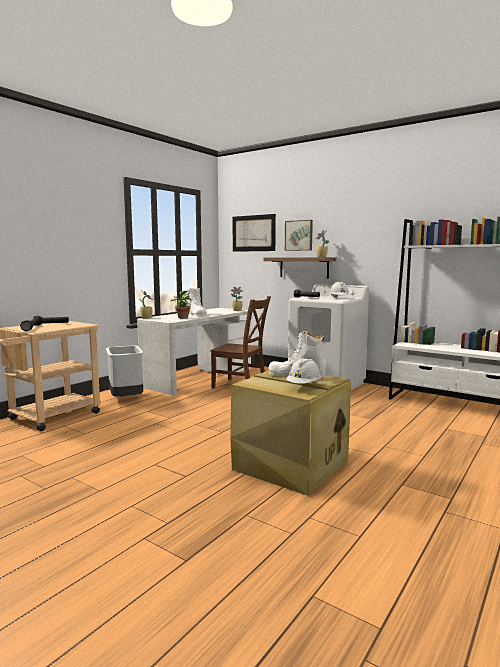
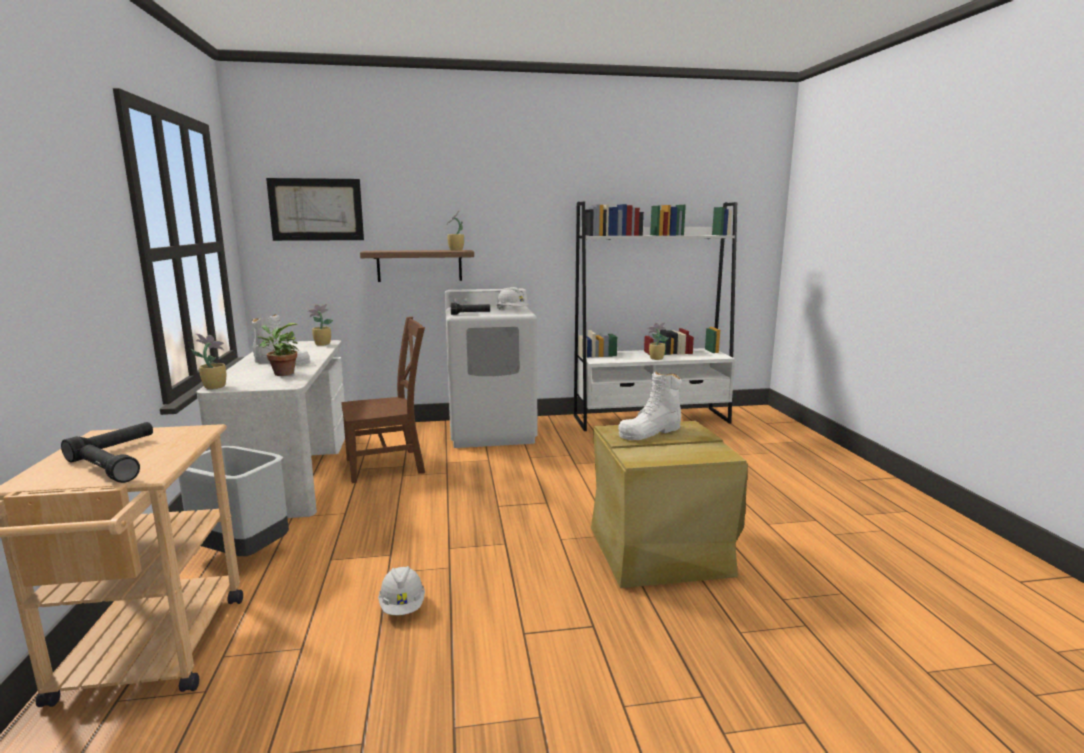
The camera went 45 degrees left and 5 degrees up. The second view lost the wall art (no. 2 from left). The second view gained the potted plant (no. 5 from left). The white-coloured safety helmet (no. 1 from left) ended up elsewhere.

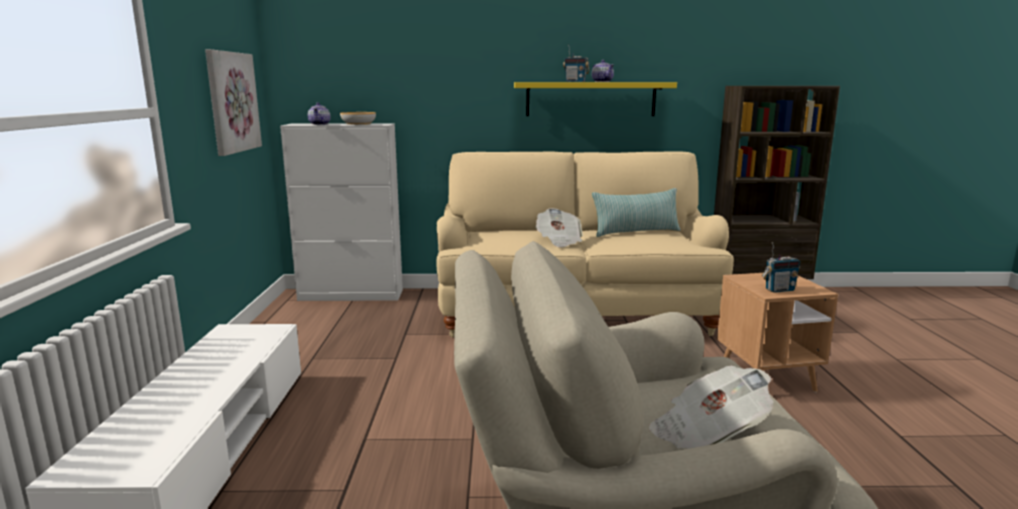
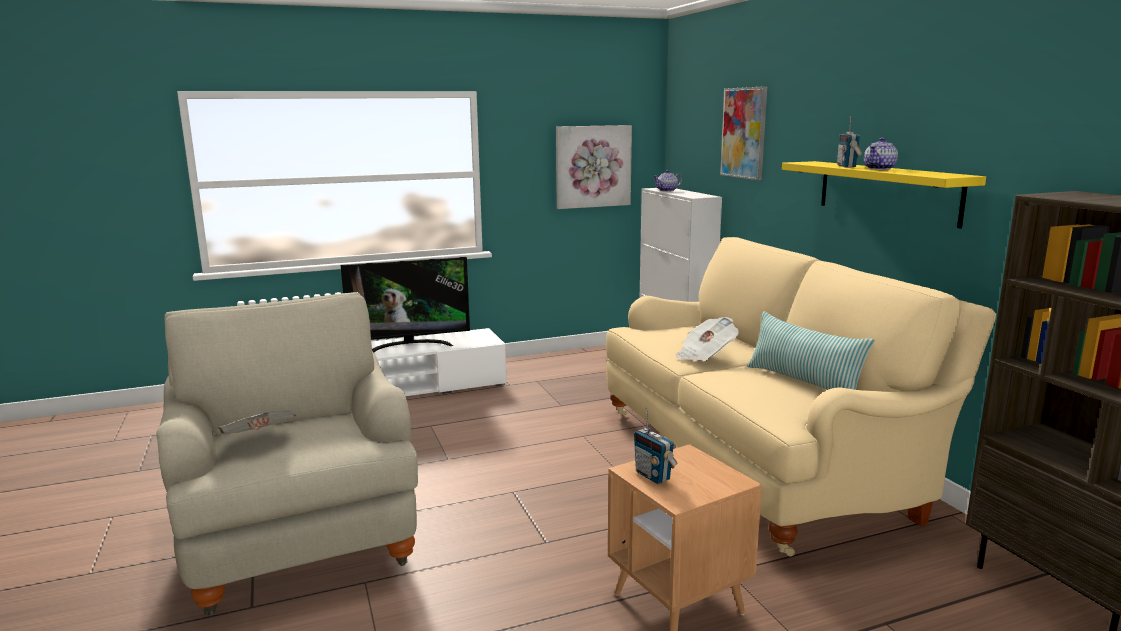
The camera went 70 degrees right and 0 degrees up. The second view lost the serving bowl. The second view gained the TV set. The second view gained the wall art (no. 2 from left).

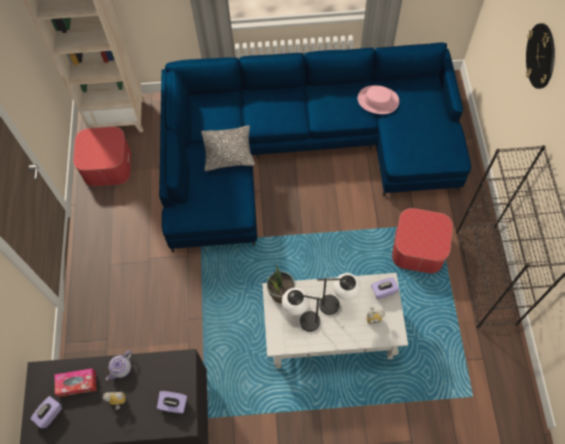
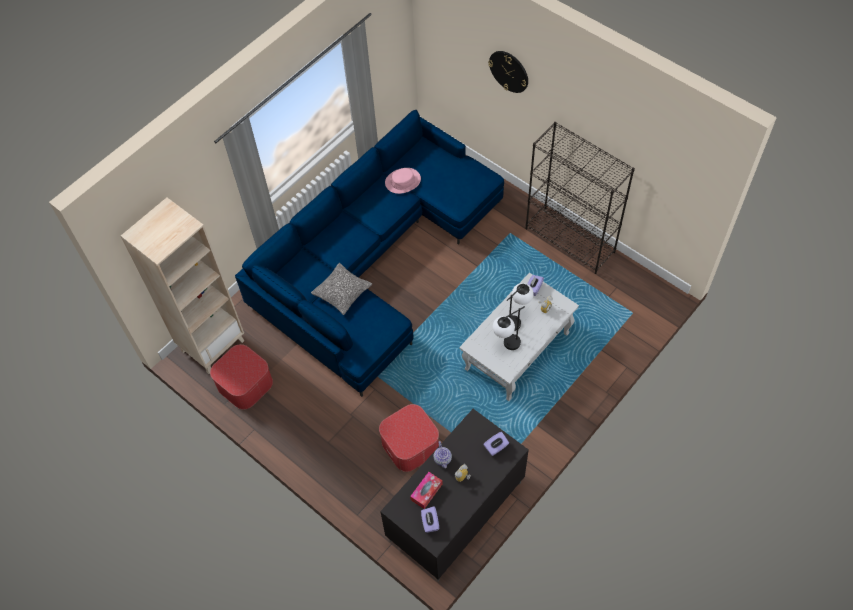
The camera went 45 degrees left and 5 degrees down. The second view lost the potted plant. The pouffe (no. 2 from left) ended up elsewhere.

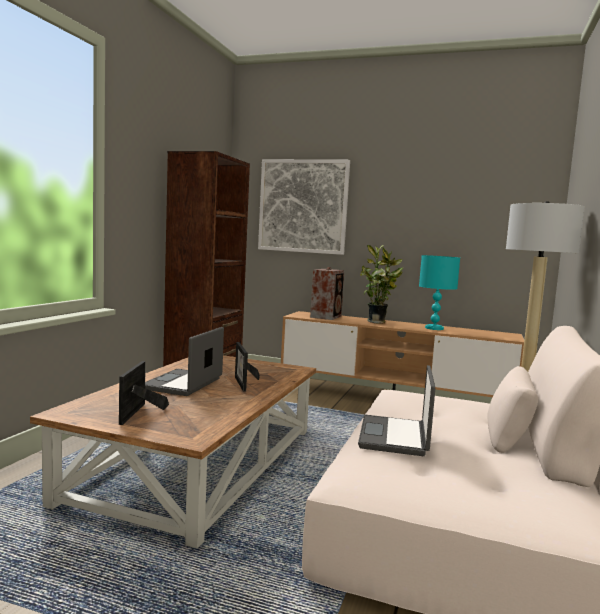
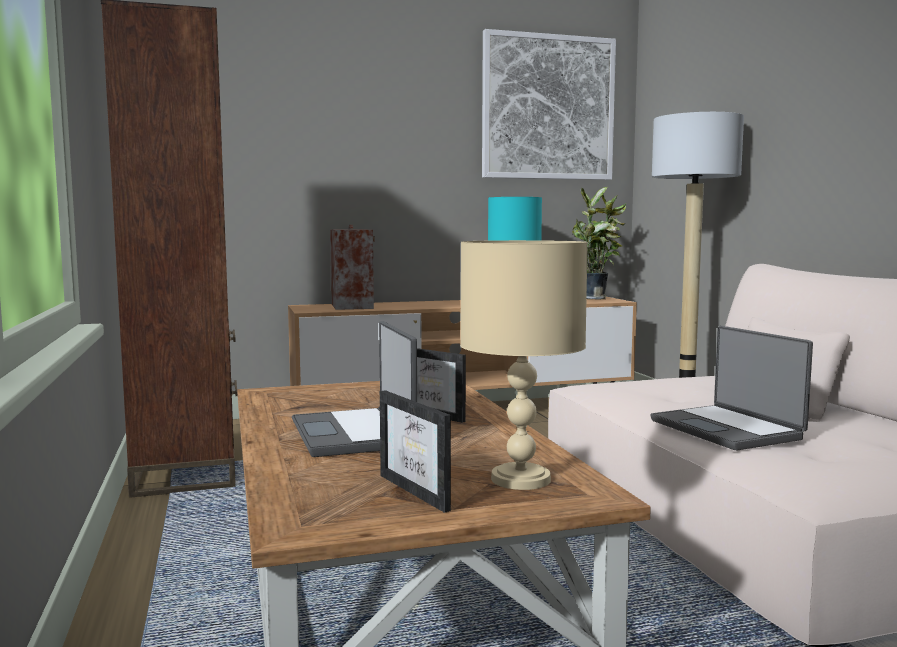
The camera went 35 degrees left and 0 degrees up. The second view gained the sand-coloured tabletop lamp. The wall art ended up elsewhere. The potted plant ended up elsewhere.

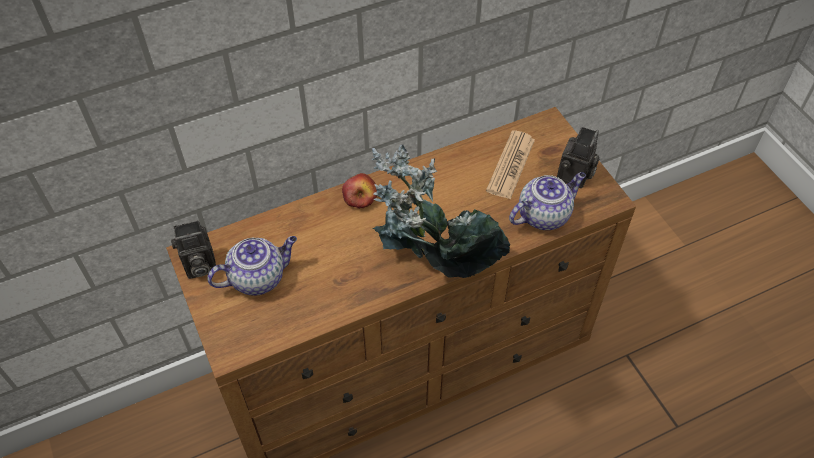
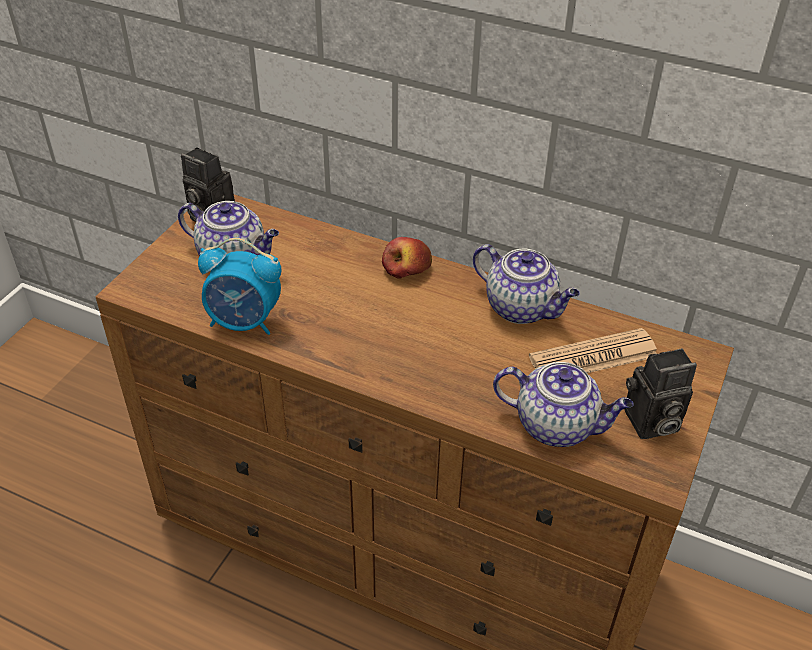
The camera went 50 degrees right and 10 degrees down. The second view lost the potted plant. The second view gained the alarm clock. The second view gained the pot for tea (no. 2 from left).

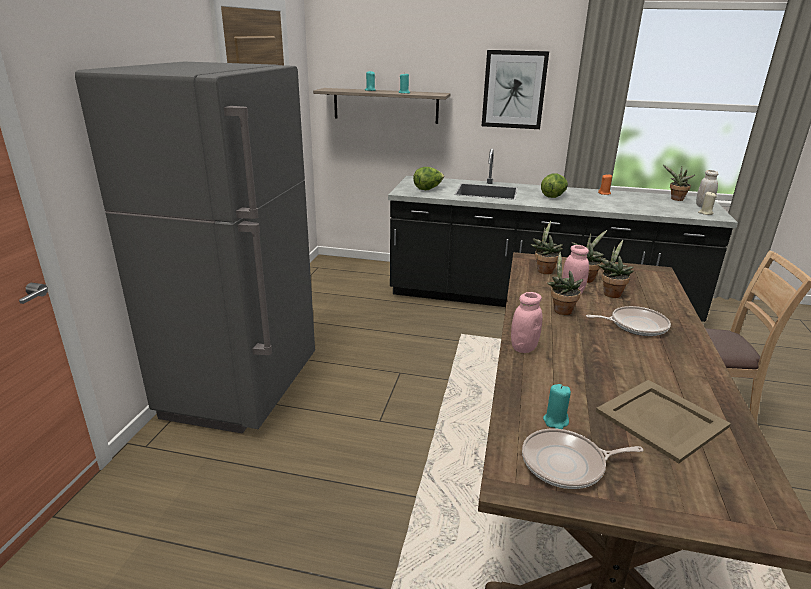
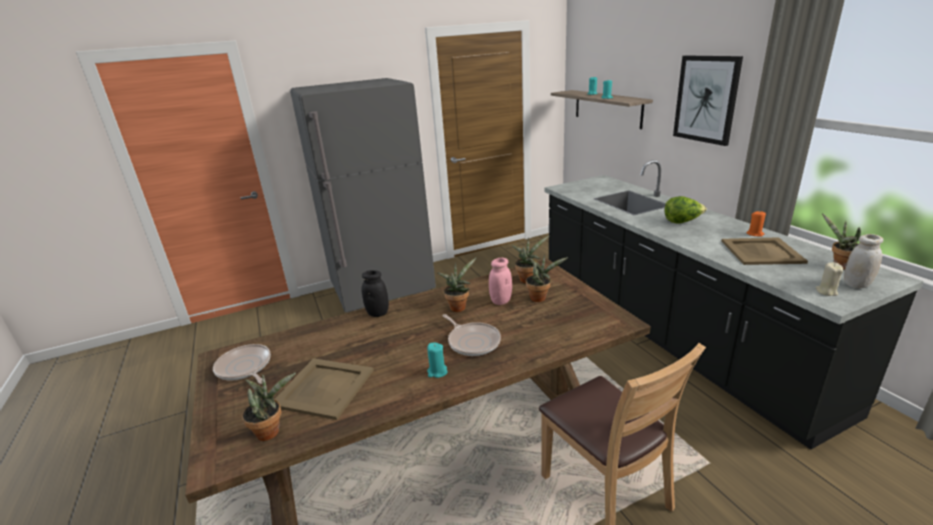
The camera went 55 degrees right and 0 degrees up. The second view lost the lettuce (no. 1 from left). The second view gained the sand-coloured carrying tray (no. 2 from left). The turquoise-coloured wax candle (no. 3 from left in the first image) ended up elsewhere. The potted plant (no. 4 from left in the first image) ended up elsewhere. What was the pink jar (no. 1 from left) turned into the black jar.

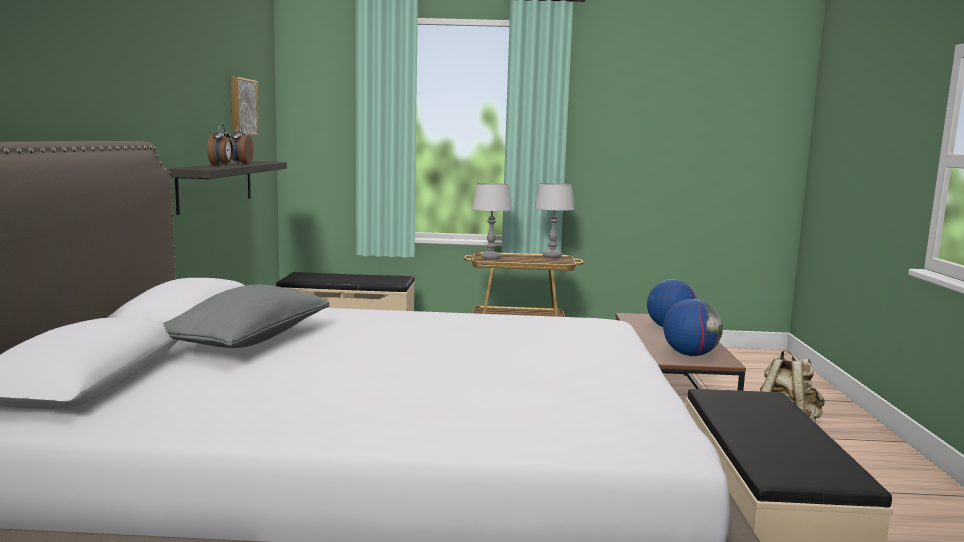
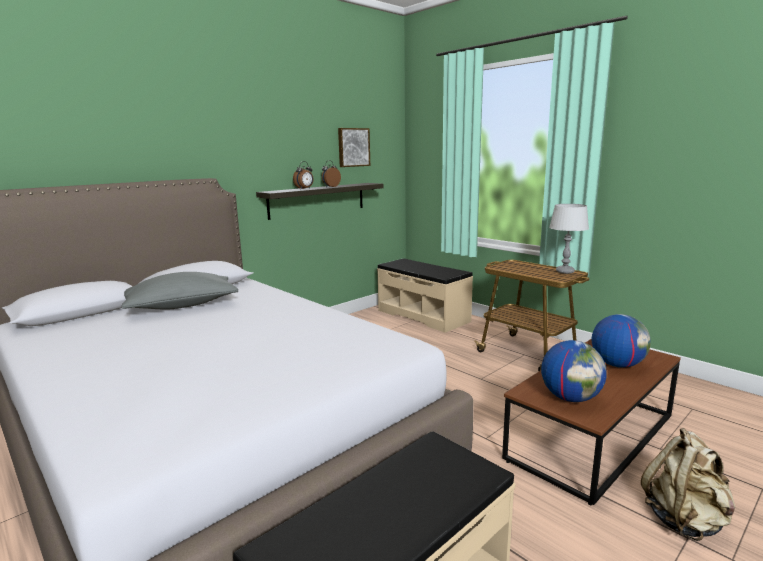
The camera went 45 degrees right and 5 degrees up. The second view lost the greyish tabletop lamp (no. 1 from left).

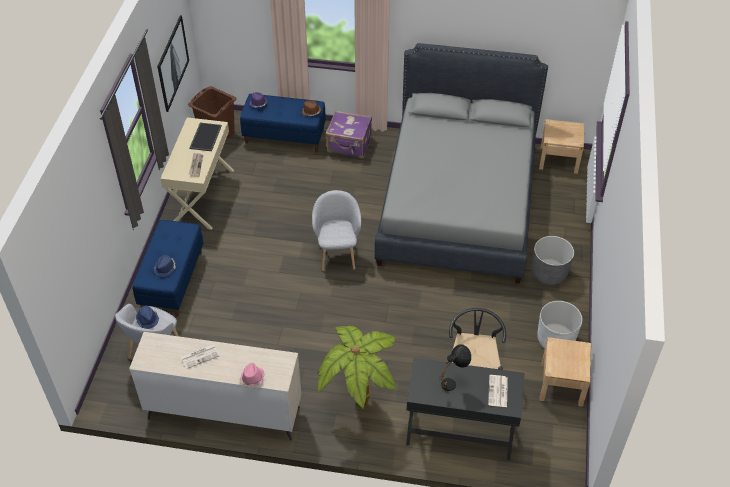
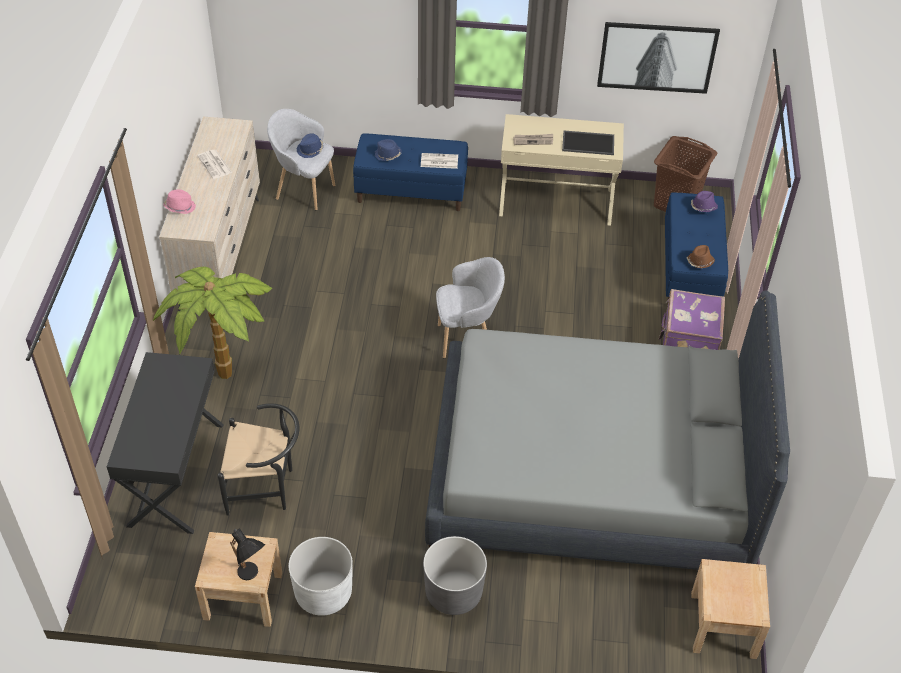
The camera went 85 degrees right and 0 degrees up. The black tabletop lamp ended up elsewhere. The newspaper (no. 3 from left in the first image) ended up elsewhere.

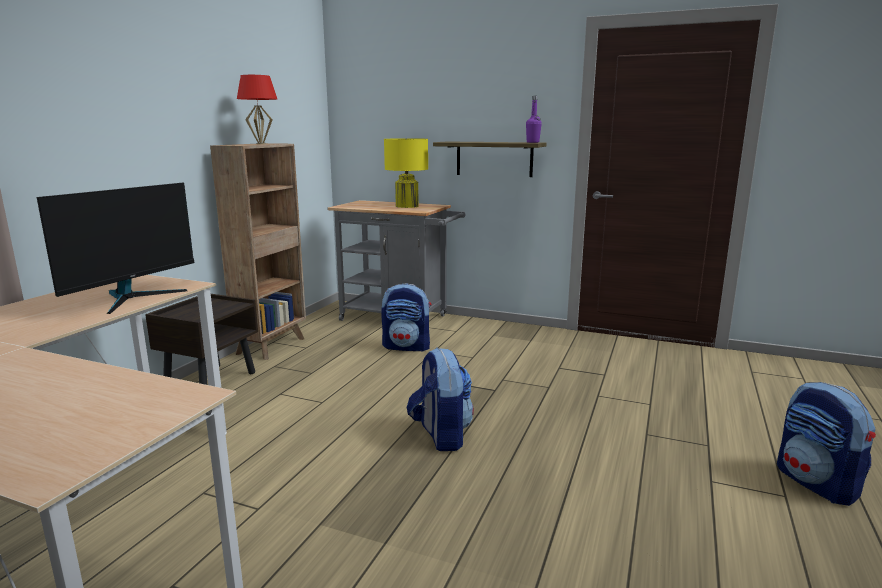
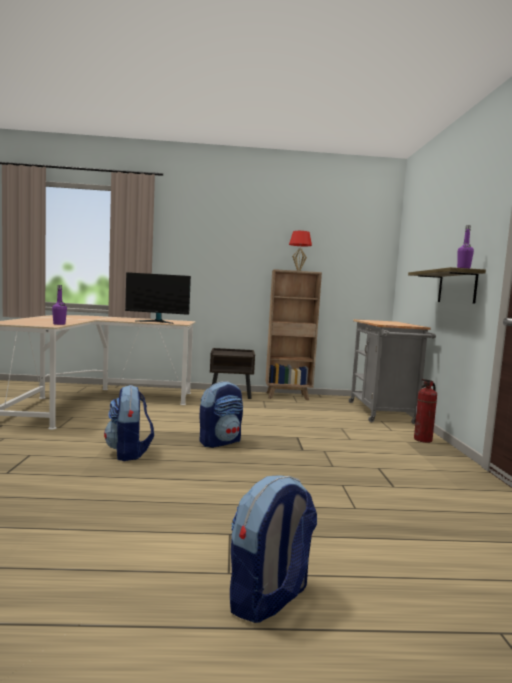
The camera went 65 degrees right and 10 degrees down. The second view lost the yellowish tabletop lamp. The second view gained the purple bottle (no. 1 from left). The second view gained the fire extinguisher. The backpack (no. 1 from left) ended up elsewhere.

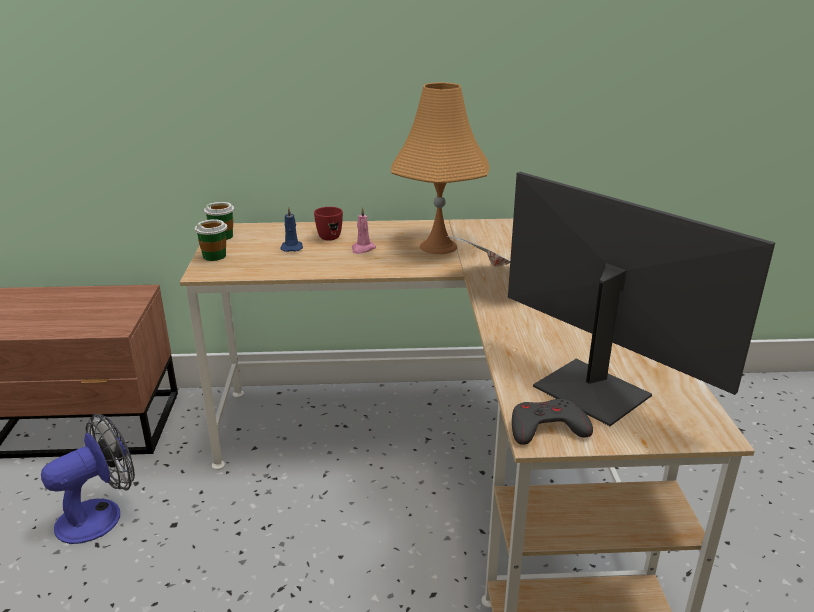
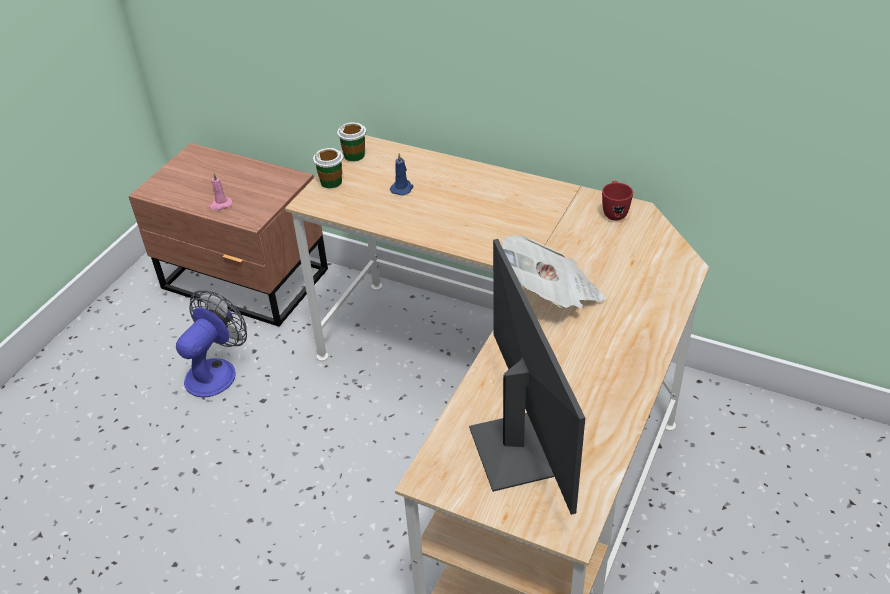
The camera went 30 degrees right and 15 degrees up. The second view lost the orange-coloured tabletop lamp. The second view lost the greyish game controller. The red-coloured coffee mug ended up elsewhere. The pink wax candle ended up elsewhere. The electric fan ended up facing another way, 45 degrees counterclockwise from before.

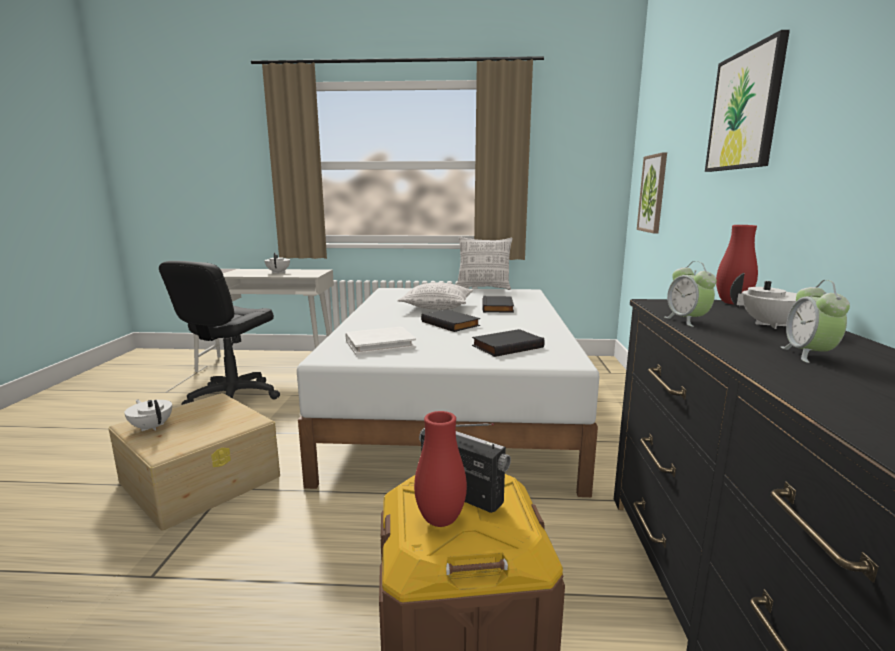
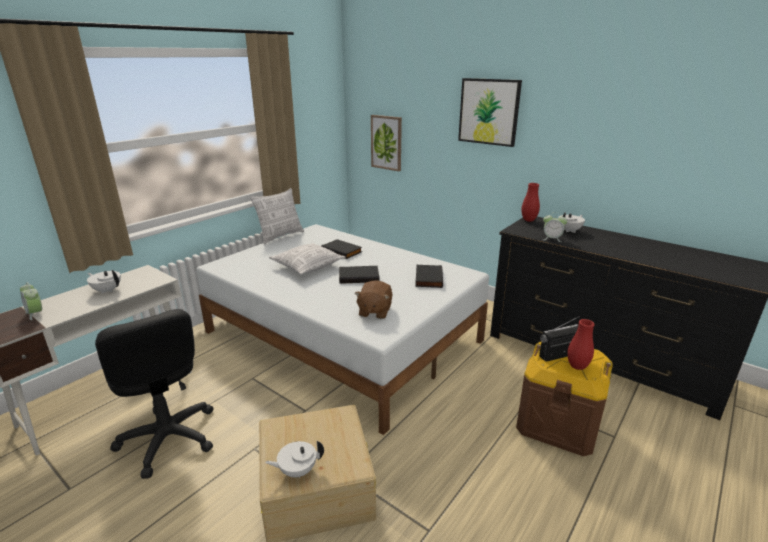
The camera went 55 degrees left and 10 degrees up. The alarm clock (no. 2 from left in the first image) ended up elsewhere. Where the white-coloured book stood, the brown soft toy came to stand.

